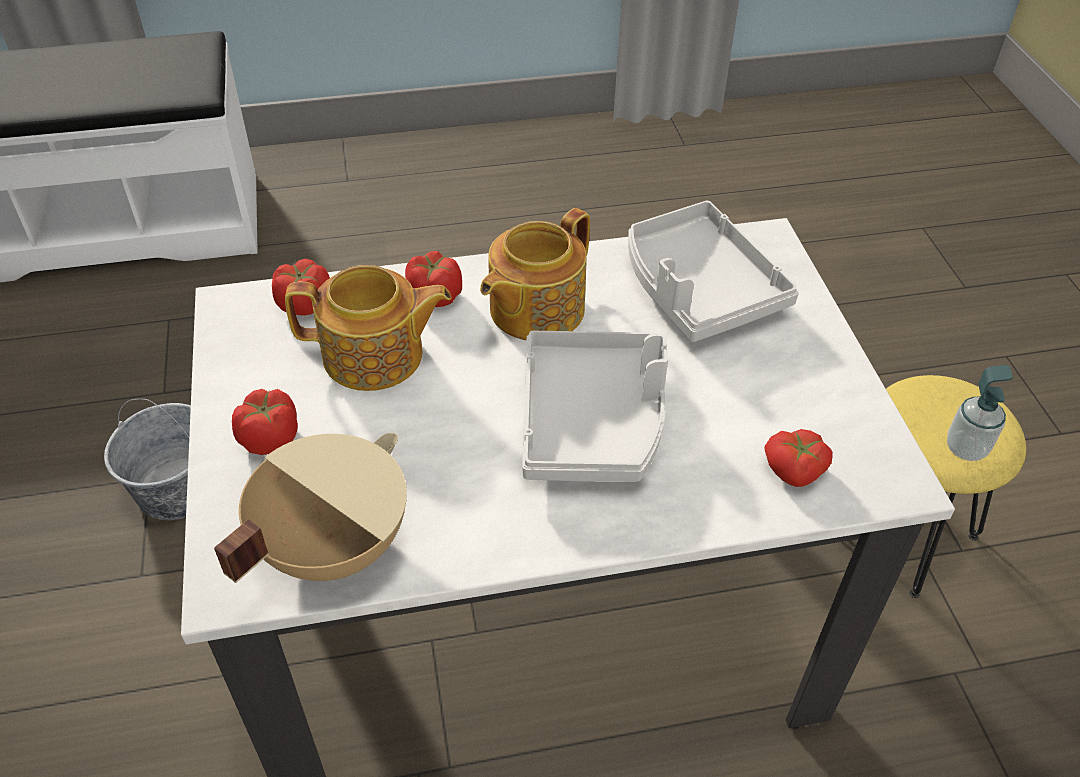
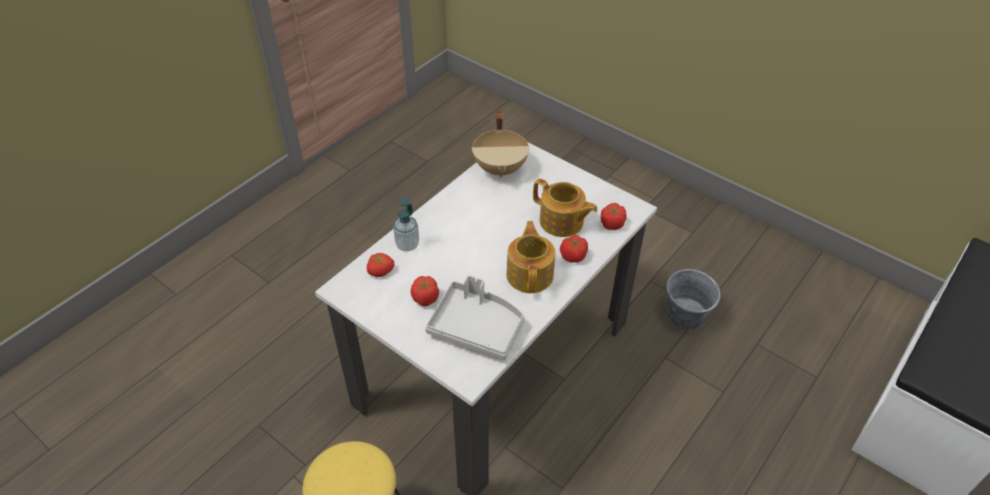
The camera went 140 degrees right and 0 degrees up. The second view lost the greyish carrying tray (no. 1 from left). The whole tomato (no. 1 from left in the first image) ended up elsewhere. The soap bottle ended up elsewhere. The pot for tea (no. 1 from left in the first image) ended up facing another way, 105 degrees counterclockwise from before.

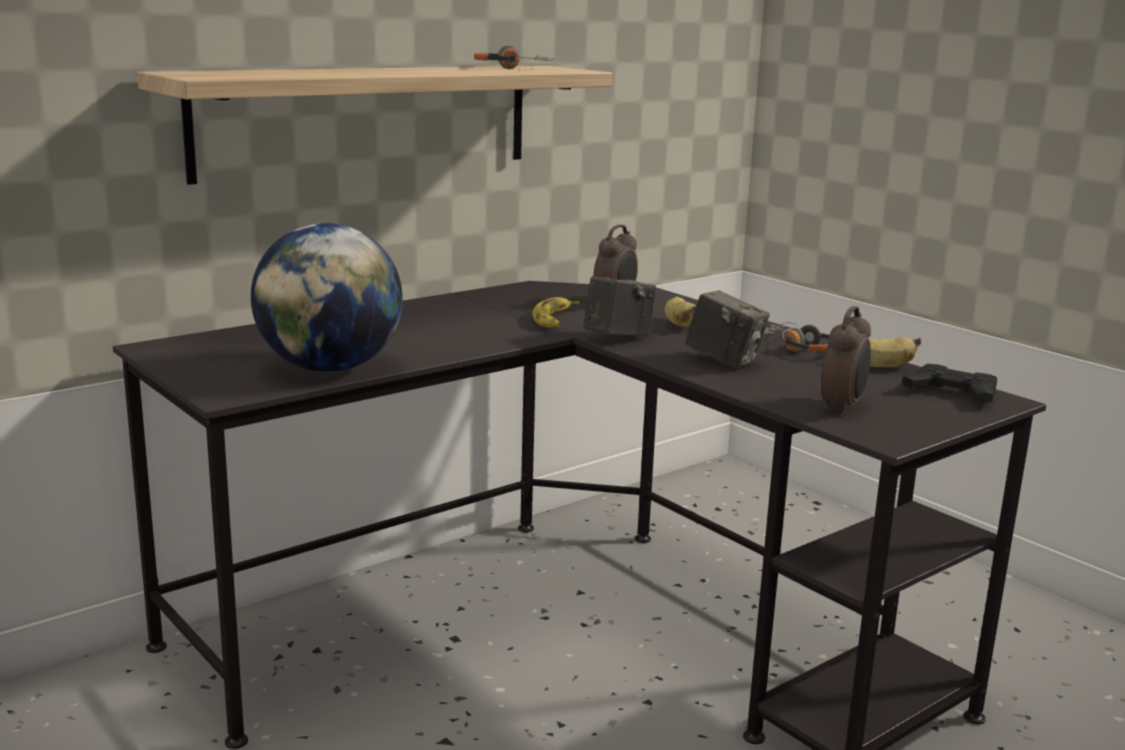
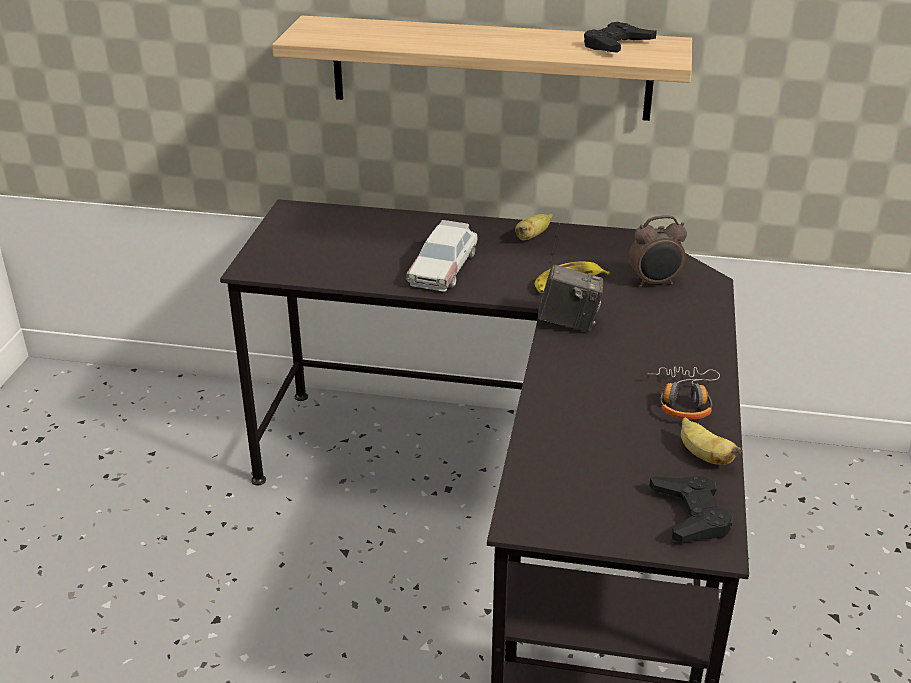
The camera went 50 degrees right and 15 degrees up. The second view lost the desk globe. The second view lost the still camera (no. 2 from left). The second view lost the alarm clock (no. 2 from left). The second view gained the model car. The banana fruit (no. 2 from left in the first image) ended up elsewhere. Where the headset (no. 1 from left) stood, the black game controller (no. 1 from left) came to stand.

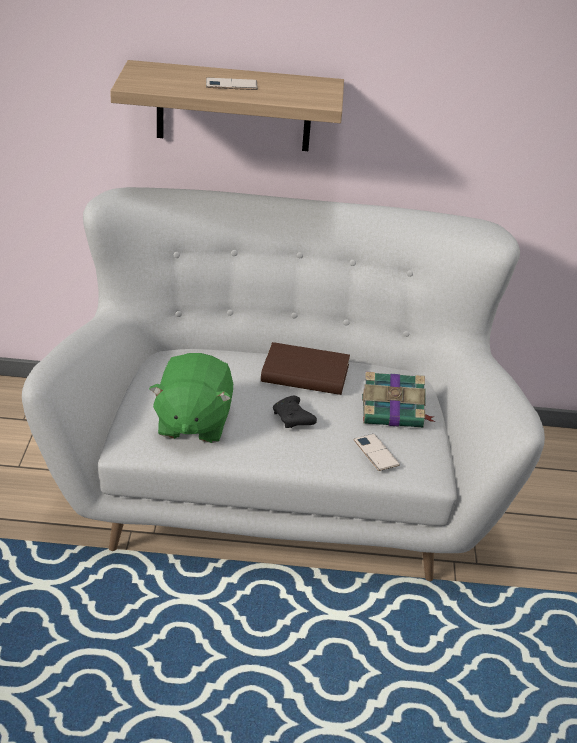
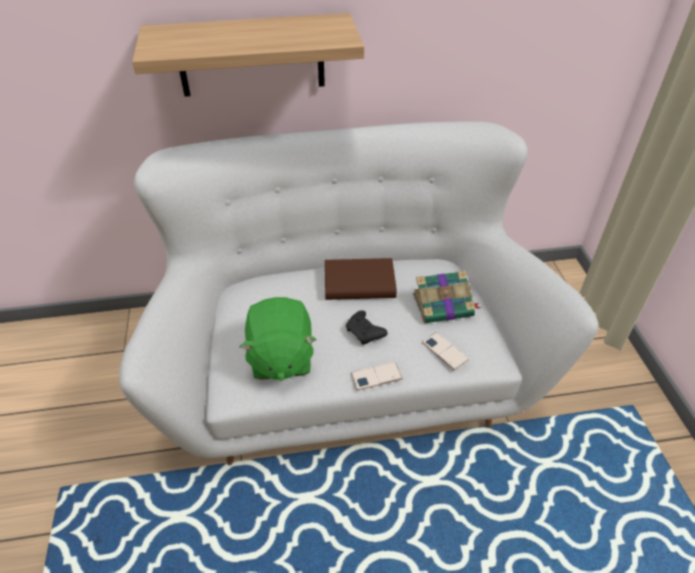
The camera went 10 degrees left and 10 degrees up. The telephone (no. 1 from left) ended up elsewhere.

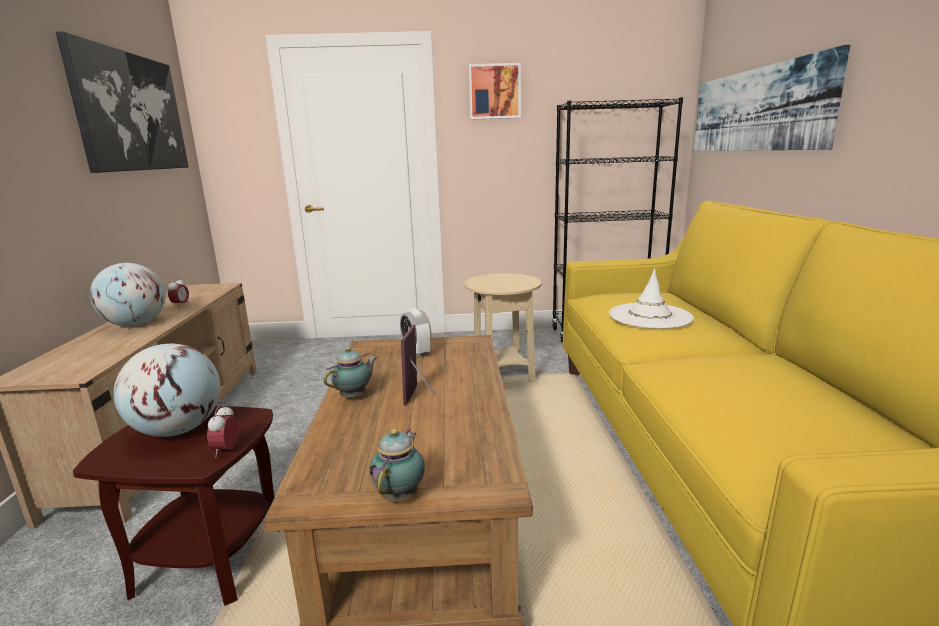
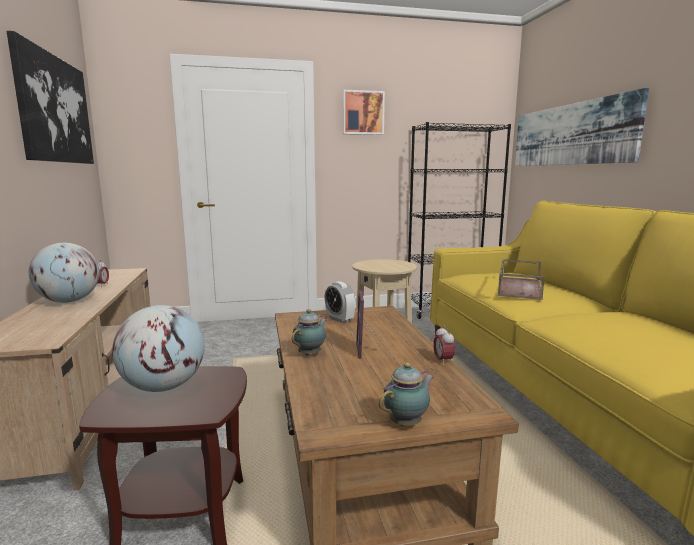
The camera went 10 degrees left and 5 degrees down. The alarm clock (no. 2 from left in the first image) ended up elsewhere. Where the white-coloured wearable hat stood, the brown carrying tray came to stand. The pot for tea (no. 2 from left) ended up facing another way, 45 degrees clockwise from before.

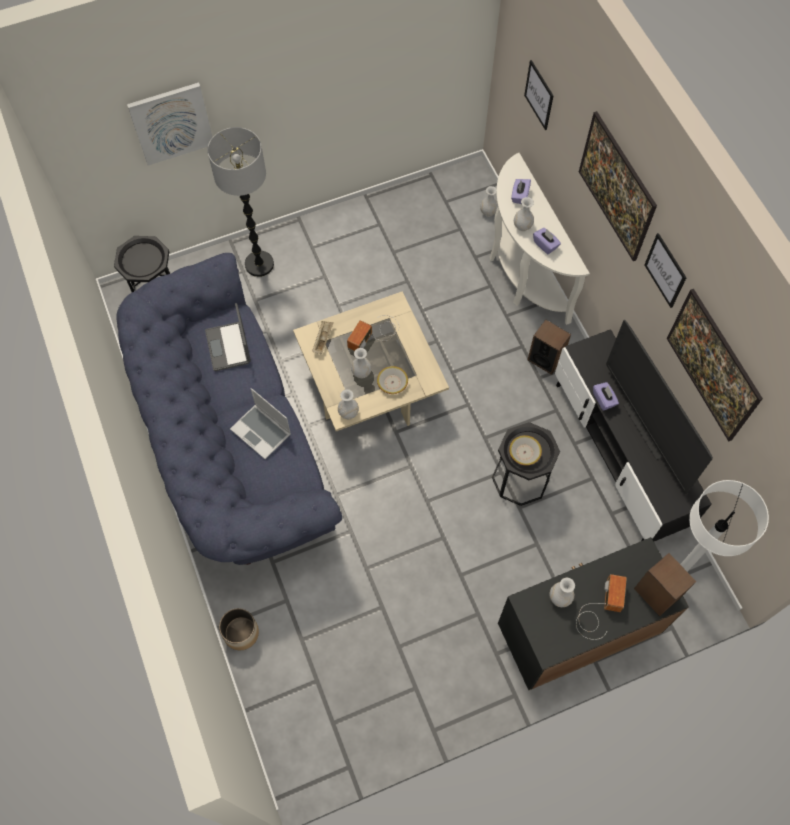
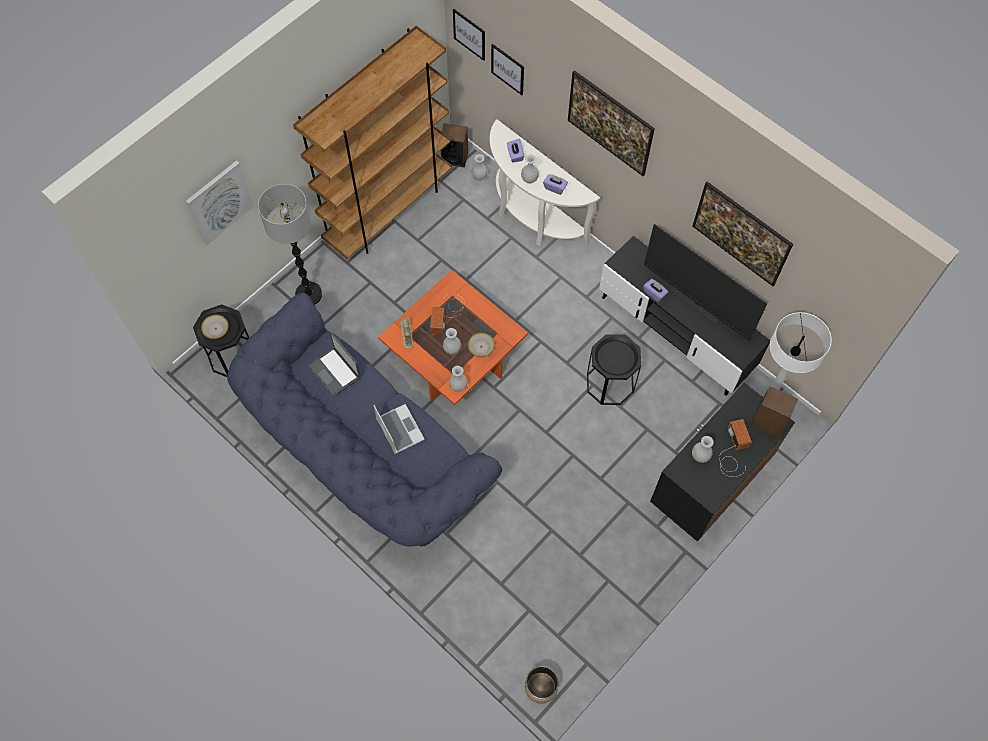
The camera went 25 degrees left and 0 degrees up. The second view gained the brown bookcase. The planter ended up elsewhere. The serving bowl (no. 2 from left in the first image) ended up elsewhere. The loudspeaker (no. 1 from left) ended up elsewhere. The wall art (no. 4 from left in the first image) ended up elsewhere. What was the sand-coloured coffee table turned into the orange-coloured coffee table. The laptop (no. 2 from left) ended up facing another way, 135 degrees counterclockwise from before.

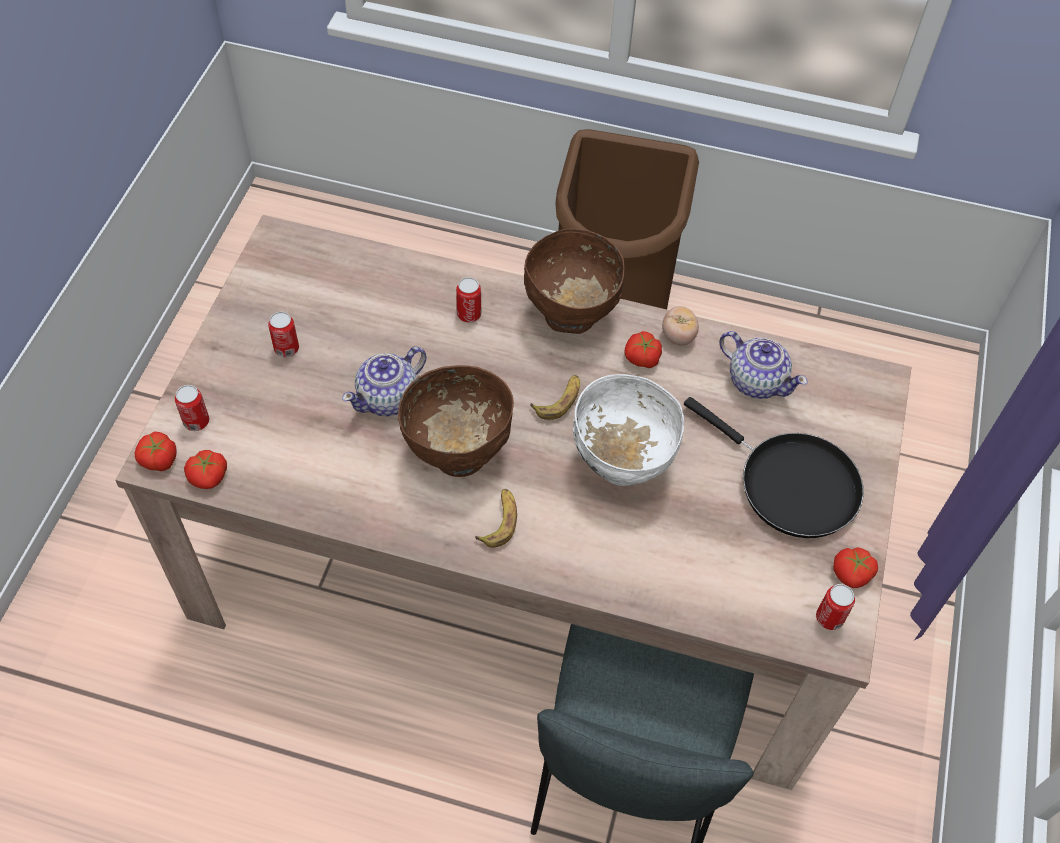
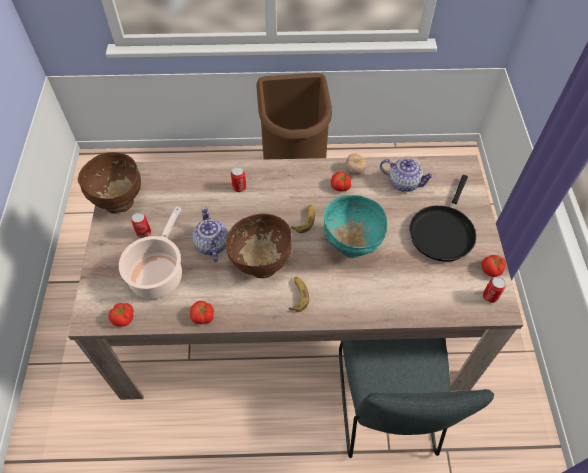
The camera went 15 degrees left and 0 degrees up. The second view lost the sealed can (no. 1 from left). The second view gained the saucepot. The whole tomato (no. 1 from left in the first image) ended up elsewhere. The brown serving bowl (no. 2 from left in the first image) ended up elsewhere. What was the white-coloured serving bowl turned into the turquoise-coloured serving bowl. The pot for tea (no. 1 from left) ended up facing another way, 135 degrees clockwise from before. The black pan ended up facing another way, 90 degrees clockwise from before.

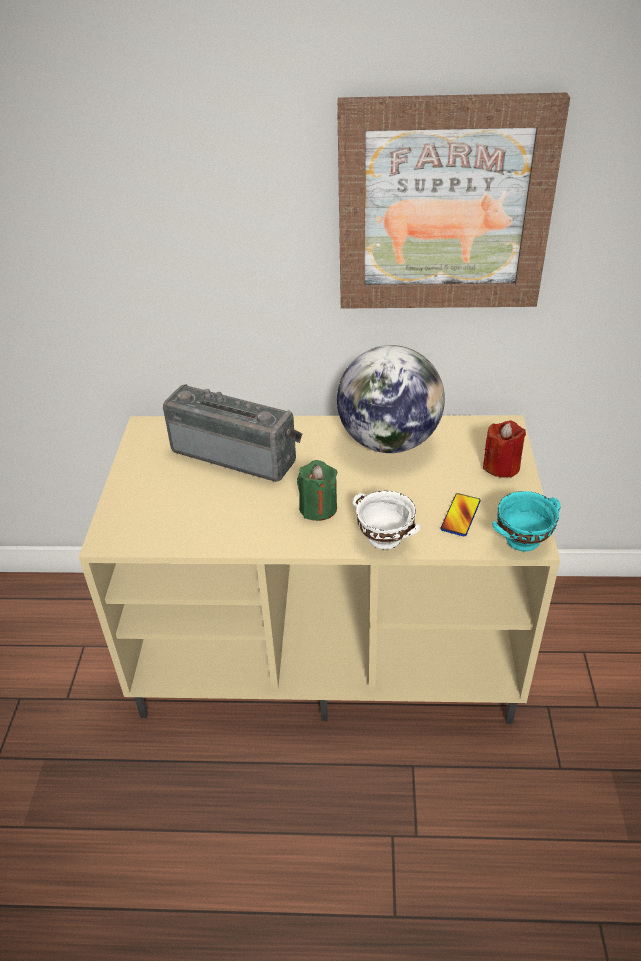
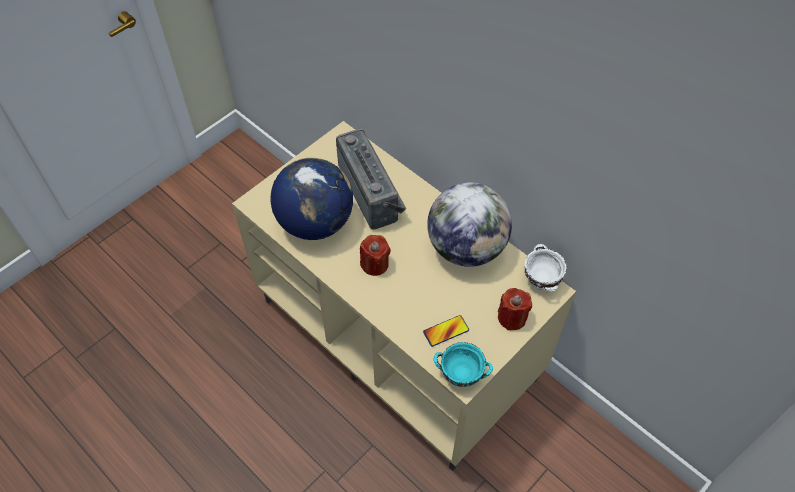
The camera went 40 degrees right and 15 degrees up. The second view lost the wall art. The second view gained the desk globe (no. 1 from left). The white-coloured serving bowl ended up elsewhere. What was the green-coloured wax candle turned into the red-coloured wax candle (no. 1 from left).

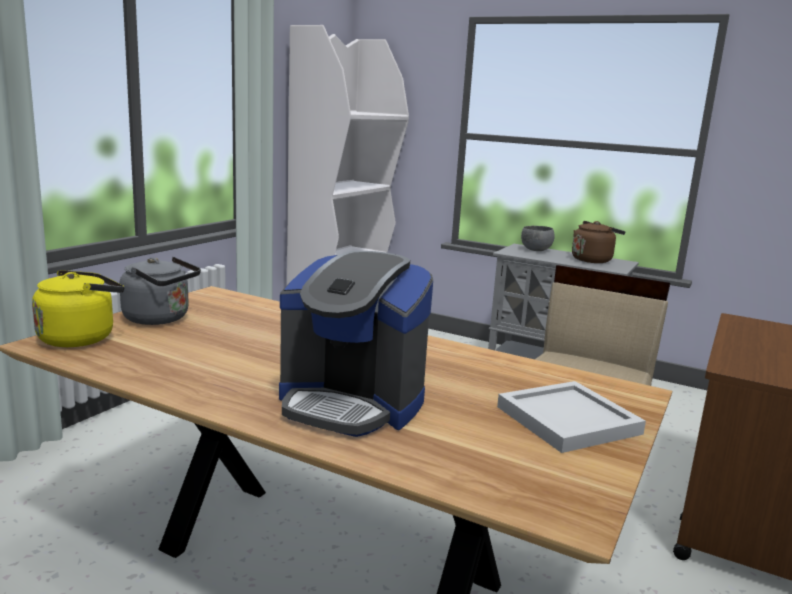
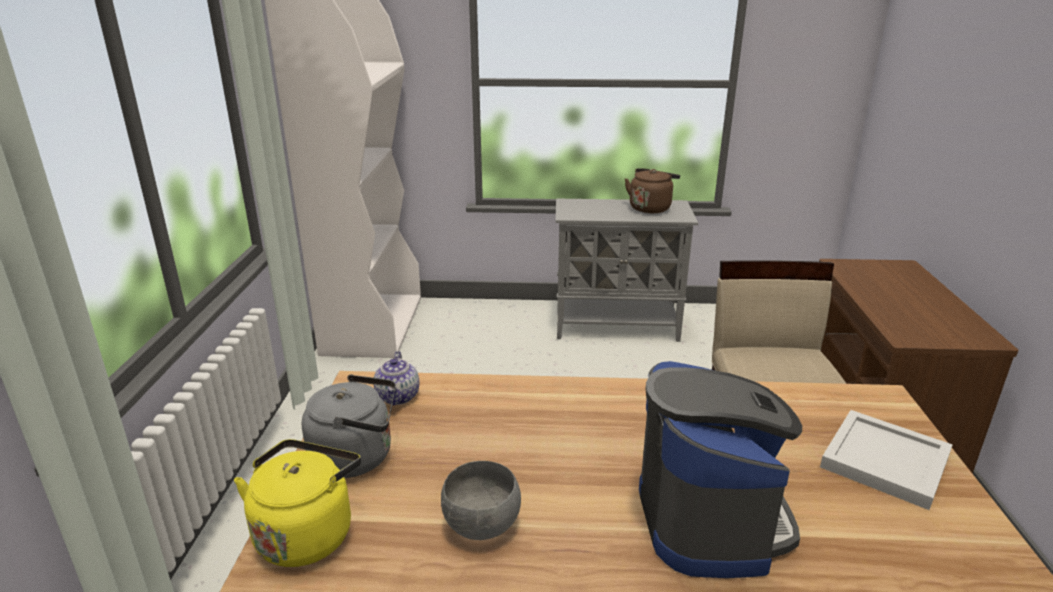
The camera went 25 degrees left and 10 degrees up. The second view gained the pot for tea. The greyish serving bowl ended up elsewhere. The coffee brewer ended up facing another way, 90 degrees counterclockwise from before.

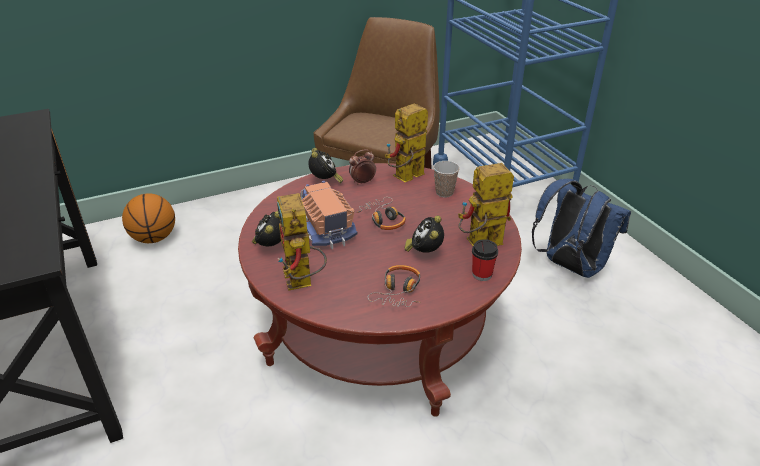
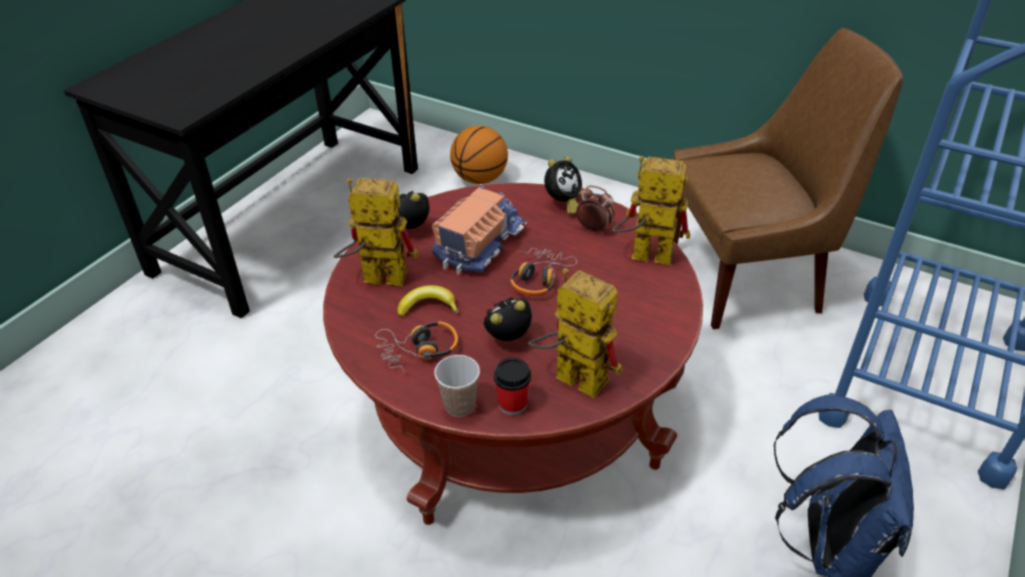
The camera went 55 degrees right and 5 degrees up. The second view gained the banana fruit. The drinking cup (no. 1 from left) ended up elsewhere. The robot figure (no. 1 from left) ended up facing another way, 60 degrees clockwise from before.

